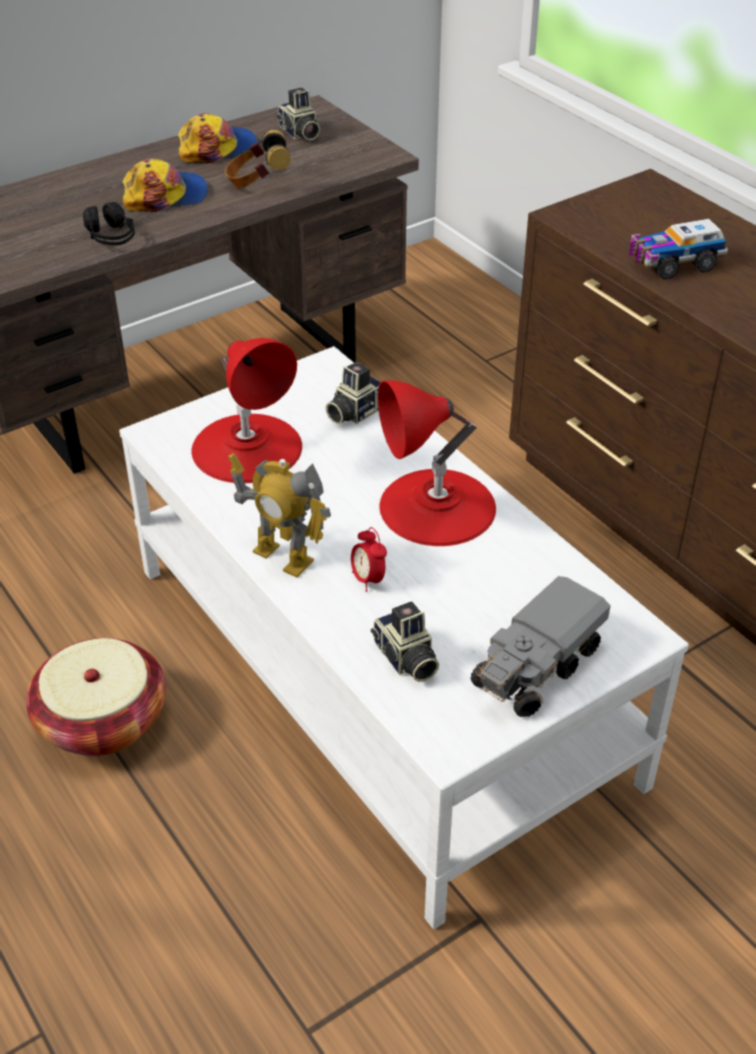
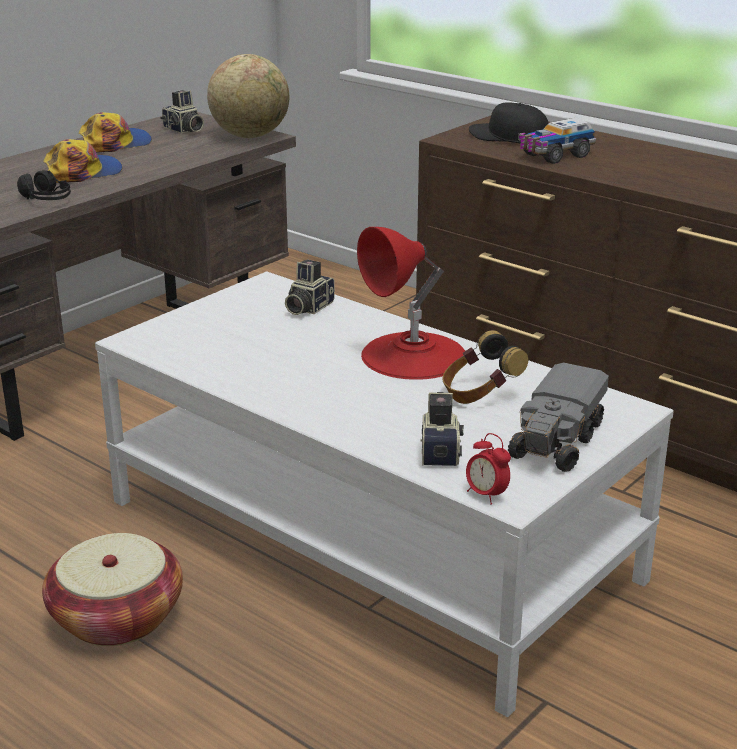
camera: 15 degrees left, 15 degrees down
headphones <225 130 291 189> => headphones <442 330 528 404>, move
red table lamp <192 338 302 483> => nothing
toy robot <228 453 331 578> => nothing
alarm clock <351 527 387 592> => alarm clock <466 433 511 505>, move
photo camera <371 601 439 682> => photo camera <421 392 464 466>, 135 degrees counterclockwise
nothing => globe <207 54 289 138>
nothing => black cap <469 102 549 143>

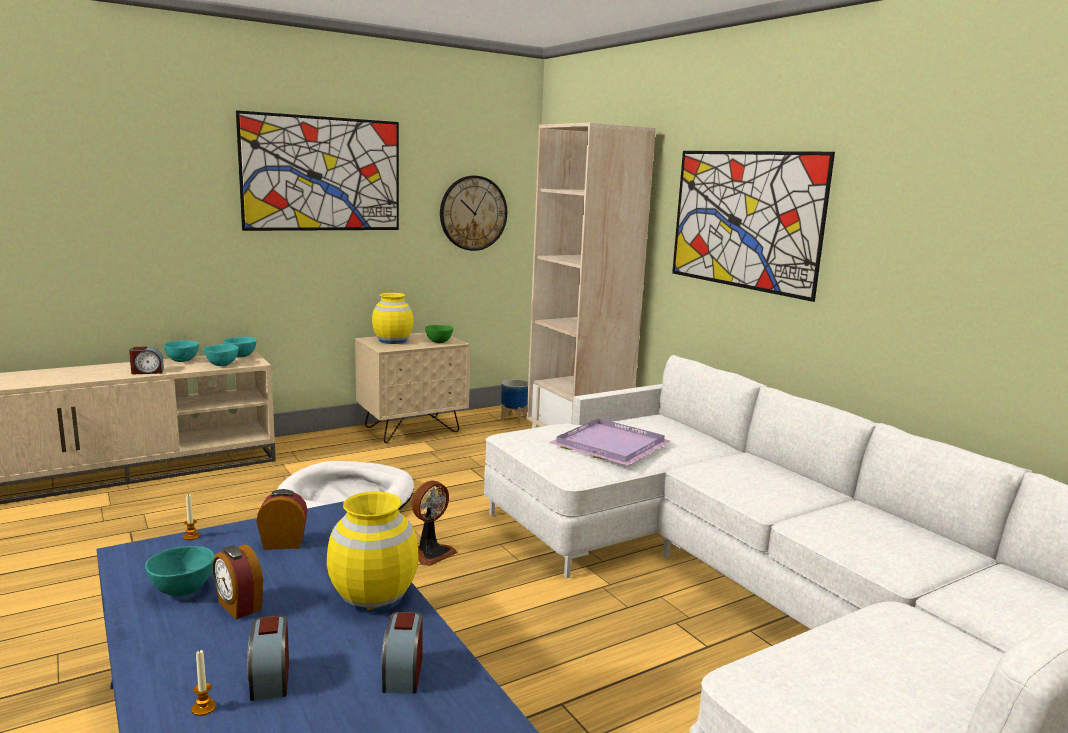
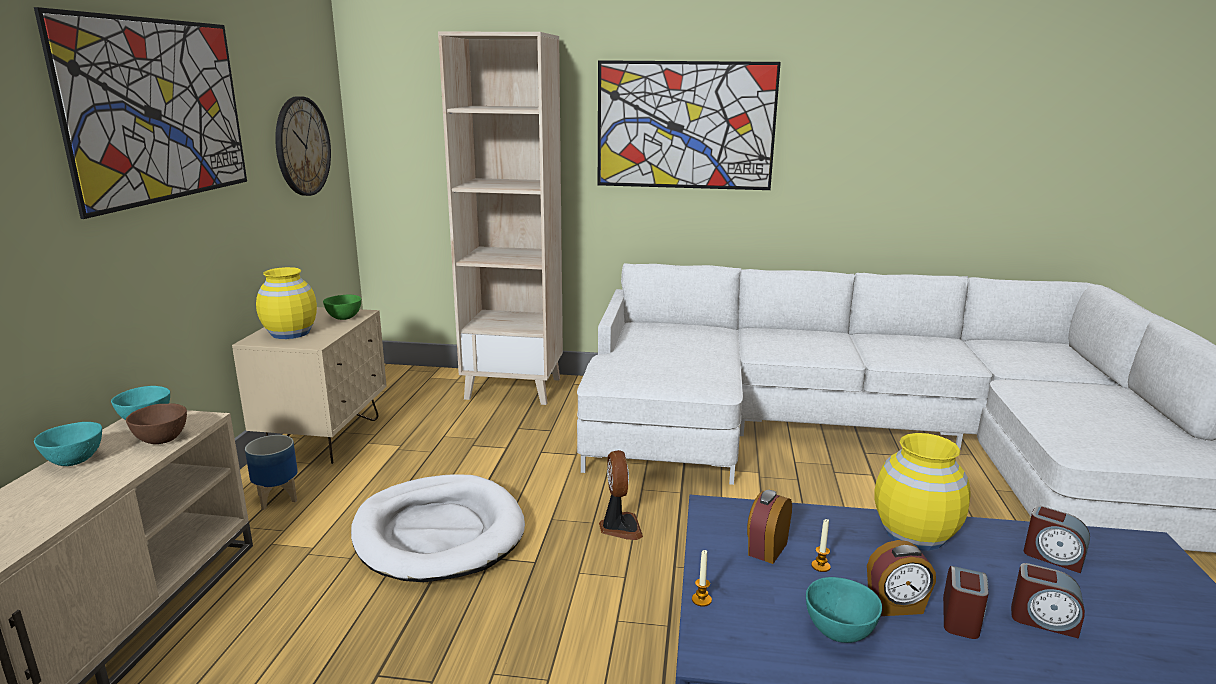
camera: 50 degrees left, 5 degrees up
turquoise bowl <204 344 239 366> => brown bowl <126 403 187 444>
alarm clock <129 346 164 374> => alarm clock <943 566 989 639>, move
planter <501 380 528 423> => planter <245 435 298 510>, move
purple tray <549 418 671 466> => nothing
candle <192 649 216 716> => candle <811 519 831 572>, move

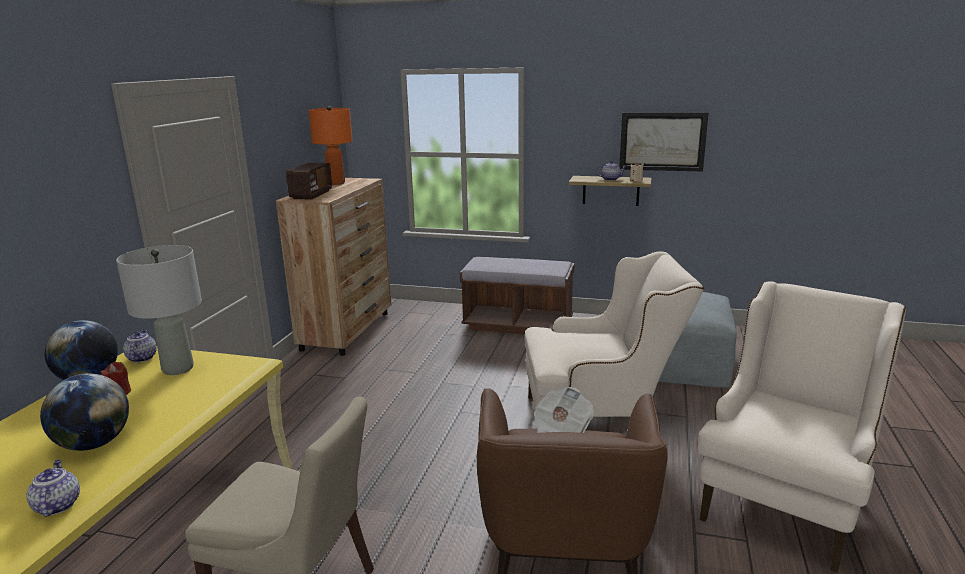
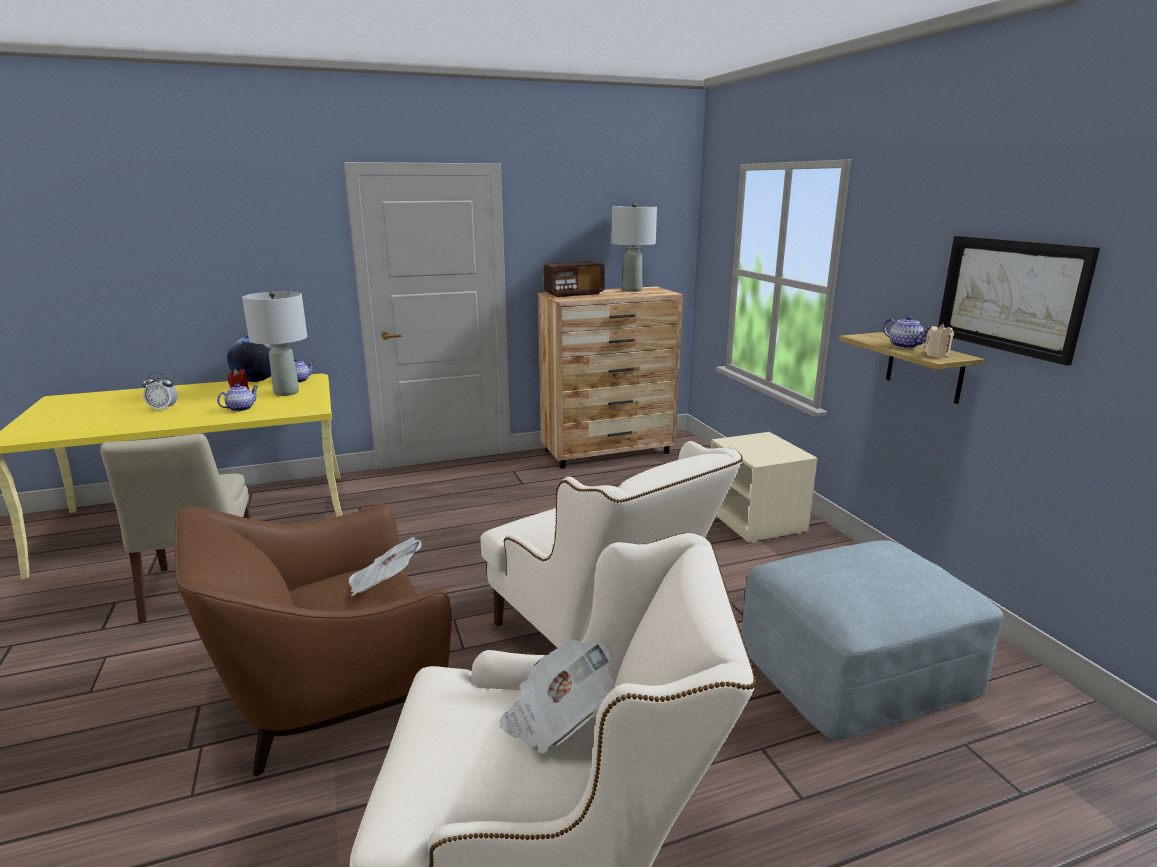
camera: 55 degrees right, 0 degrees up
orange table lamp <308 106 352 185> => grey table lamp <611 203 657 292>
brown bench <460 257 575 334> => beige nightstand <711 432 818 543>
globe <40 374 129 451> => alarm clock <142 372 178 411>
teapot <26 460 80 517> => teapot <217 384 258 412>, move
nothing => newspaper <500 640 614 754>

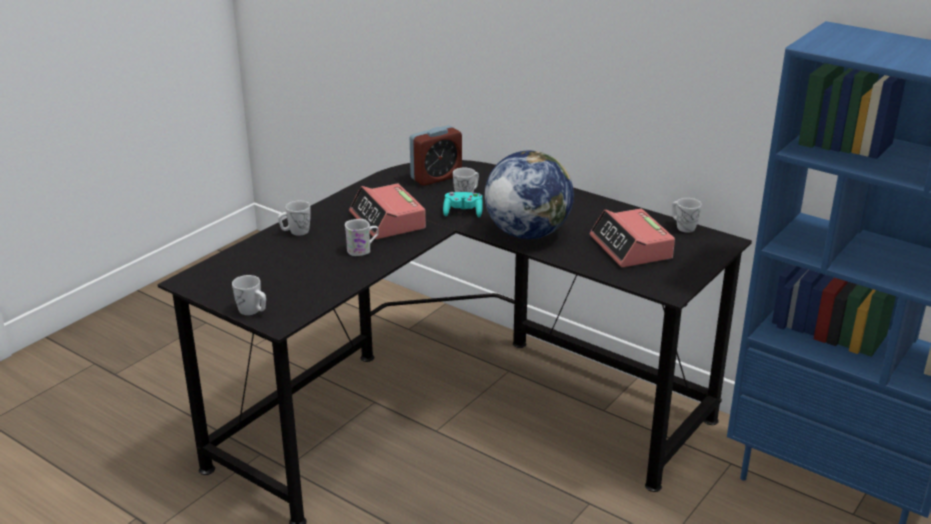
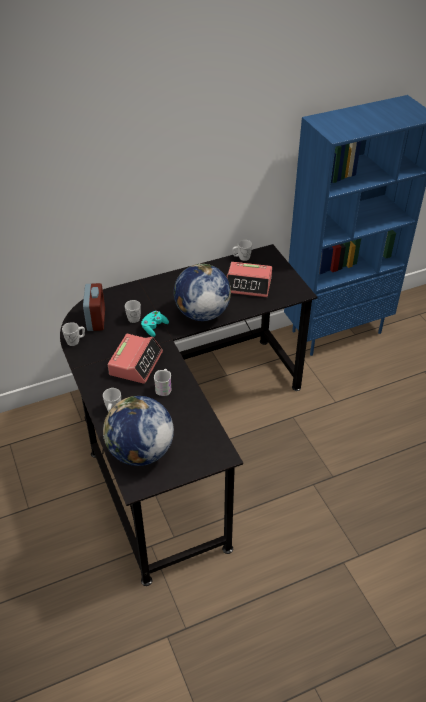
camera: 60 degrees left, 15 degrees up
alarm clock <349 183 426 239> => alarm clock <108 334 163 384>, 75 degrees counterclockwise
white mug <232 275 266 315> => white mug <62 322 85 346>, move
nothing => globe <103 396 174 466>

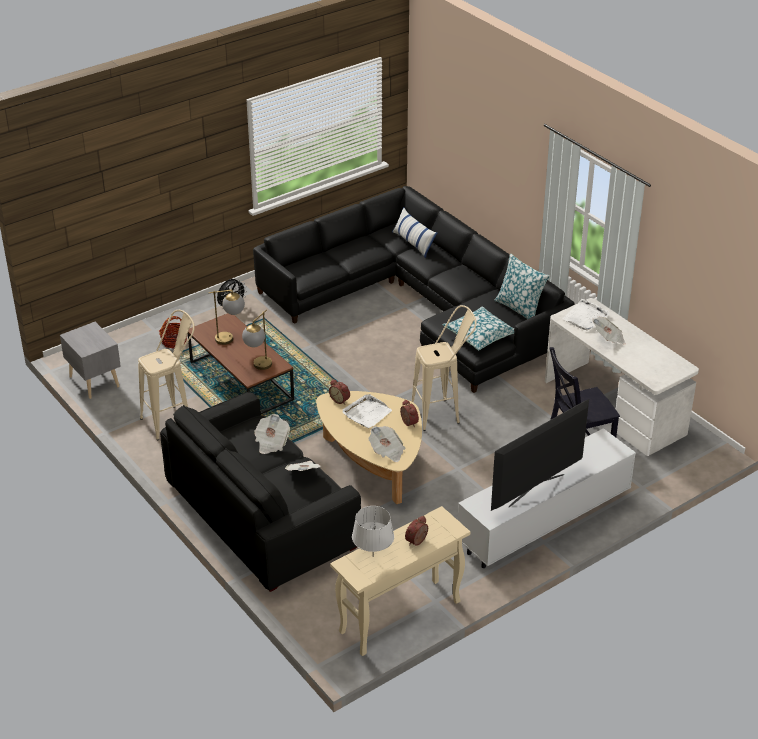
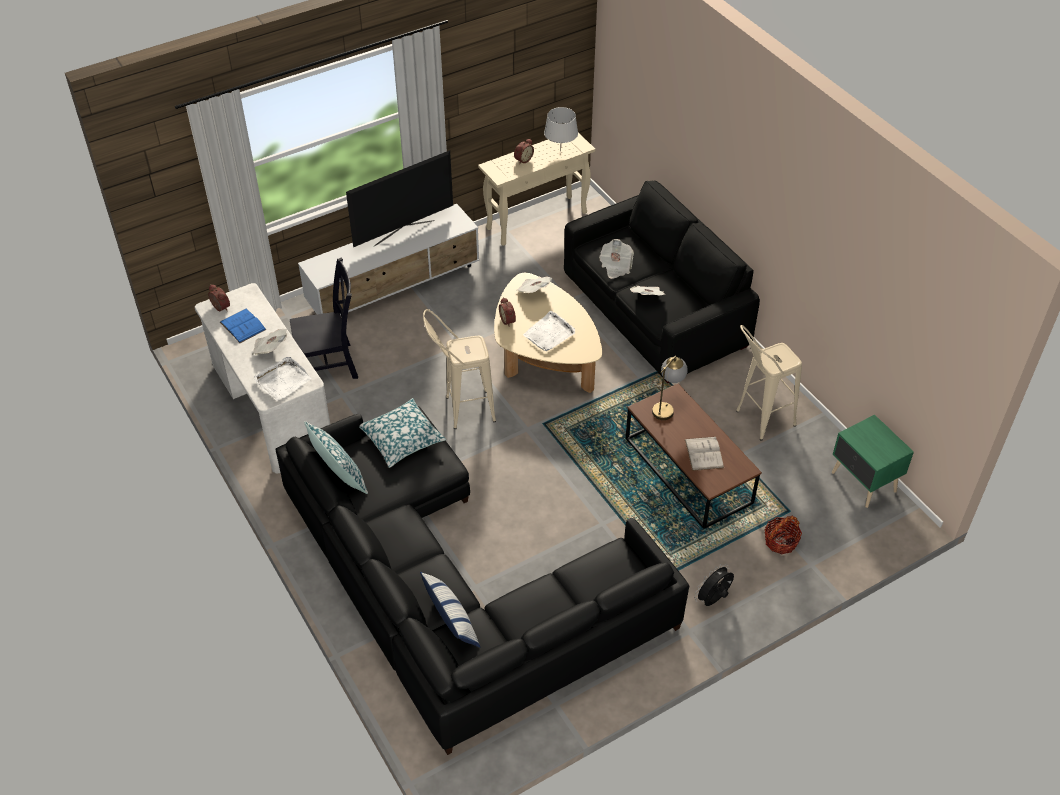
camera: 175 degrees left, 10 degrees up
table lamp <209 290 245 345> => white book <685 436 724 471>
grey nightstand <60 322 121 399> => green nightstand <832 415 914 508>
alarm clock <329 379 350 405> => alarm clock <208 284 230 311>, move
nothing => blue book <220 309 267 343>

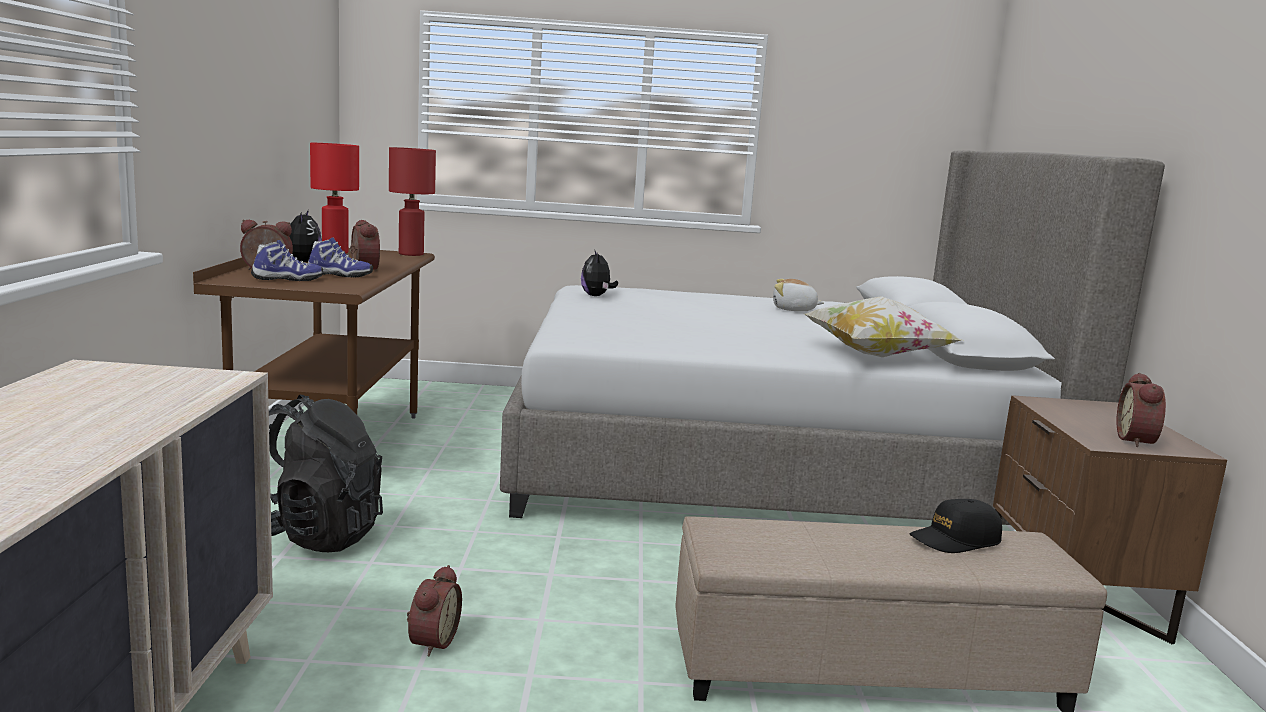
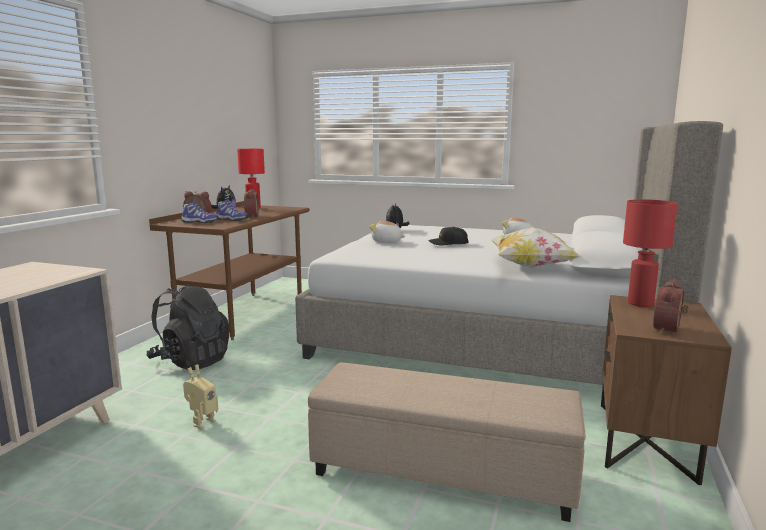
camera: 20 degrees right, 0 degrees up
red table lamp <389 147 436 256> => red table lamp <623 199 678 307>, move
black cap <910 499 1002 553> => black cap <428 227 469 245>, move
alarm clock <407 565 462 657> => toy robot <183 364 218 429>
nothing => plush toy <369 221 406 243>

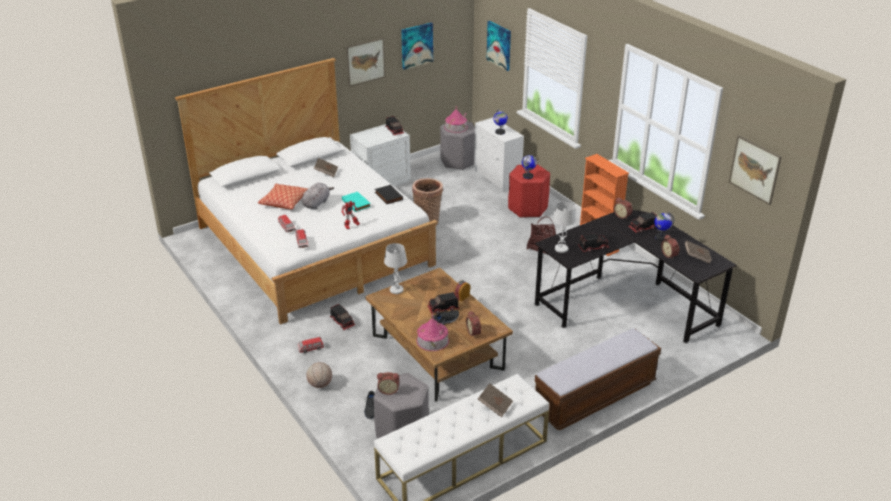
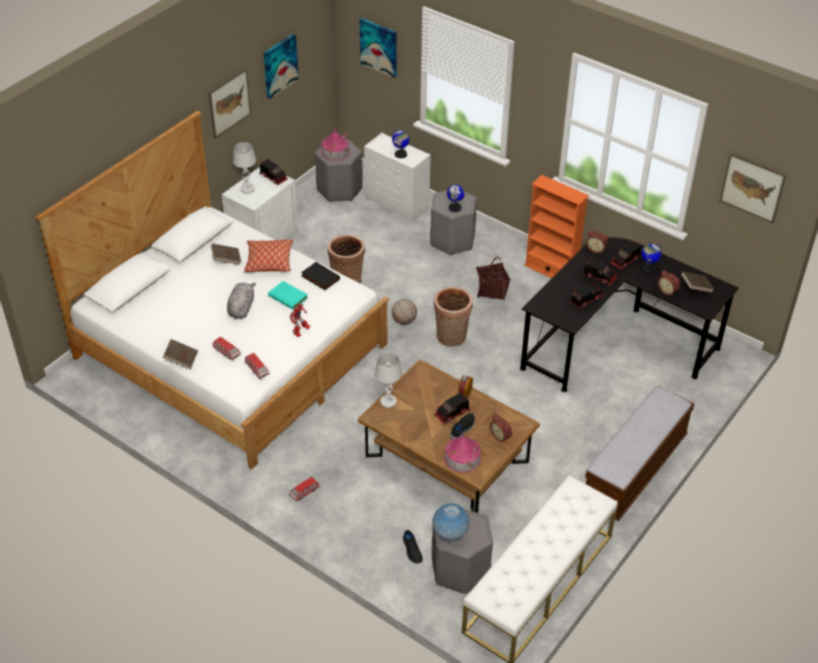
camera: 20 degrees left, 10 degrees up
red stool <508 164 550 218> => grey stool <430 190 477 256>
pillow <258 184 308 209> => pillow <244 239 293 272>, move
white table lamp <553 202 575 253> => white table lamp <233 142 256 194>, move
toy truck <330 304 355 330> => toy truck <582 258 617 286>, move
basketball <307 362 332 388> => basketball <392 299 417 324>, move
alarm clock <377 372 399 395> => globe <432 503 469 542>
brown book <478 383 513 417> => brown book <163 339 198 369>, move
nothing => basket <434 287 473 347>

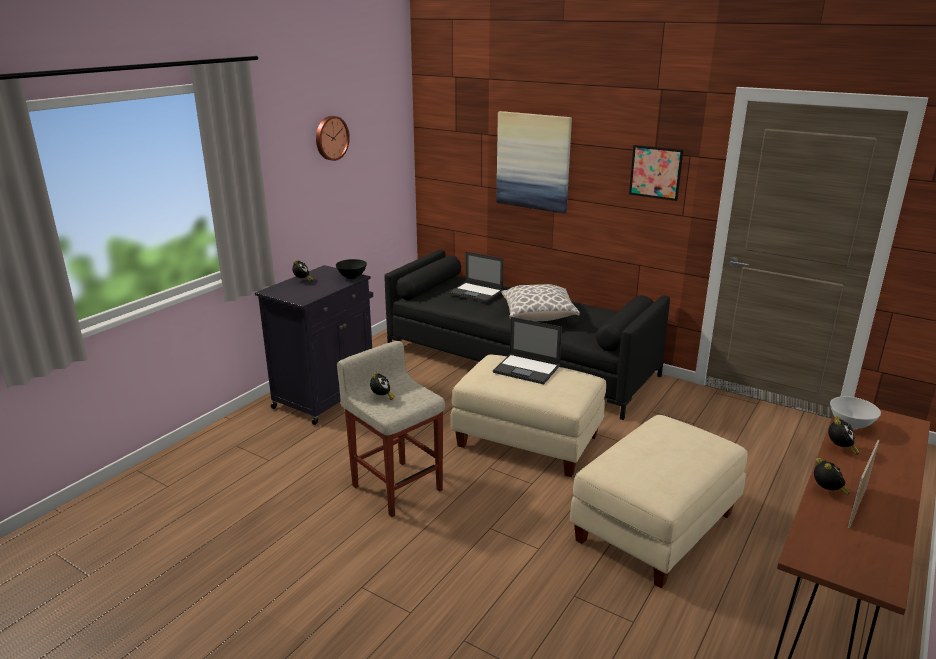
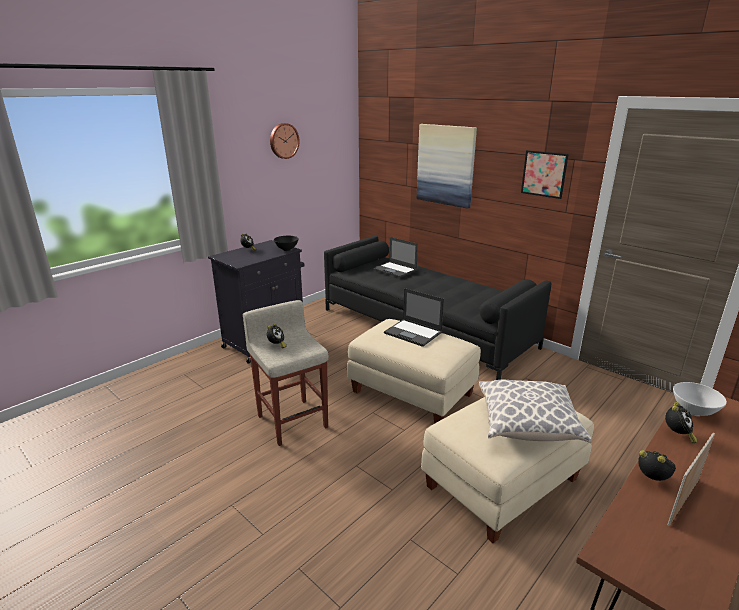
camera: 10 degrees right, 0 degrees up
pillow <502 284 580 321> => pillow <479 380 591 443>, move
alarm clock <814 458 850 495> => alarm clock <638 450 676 481>, 45 degrees counterclockwise

